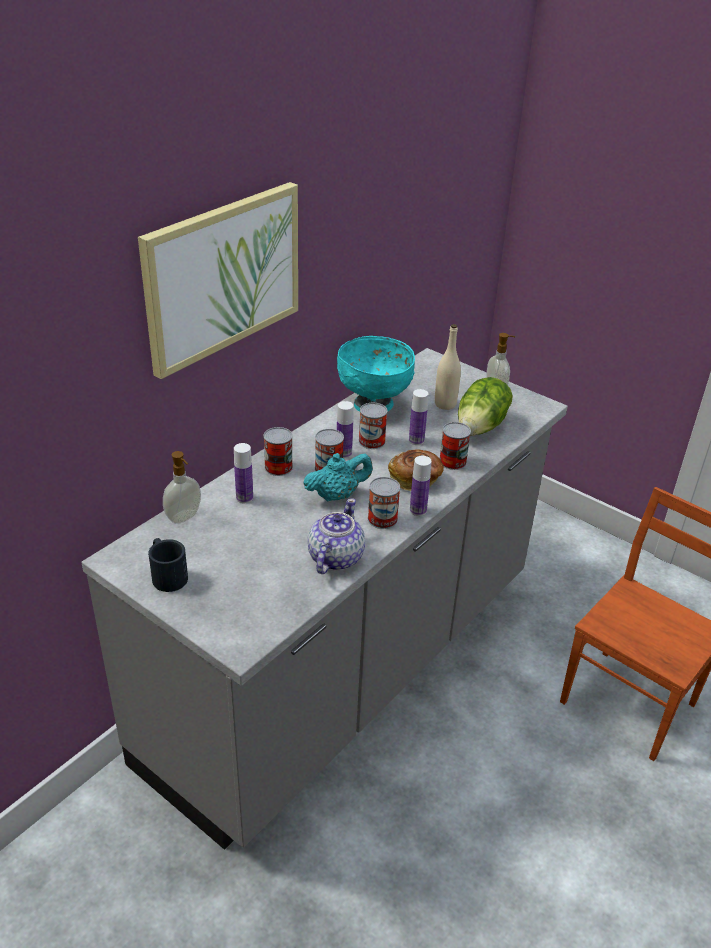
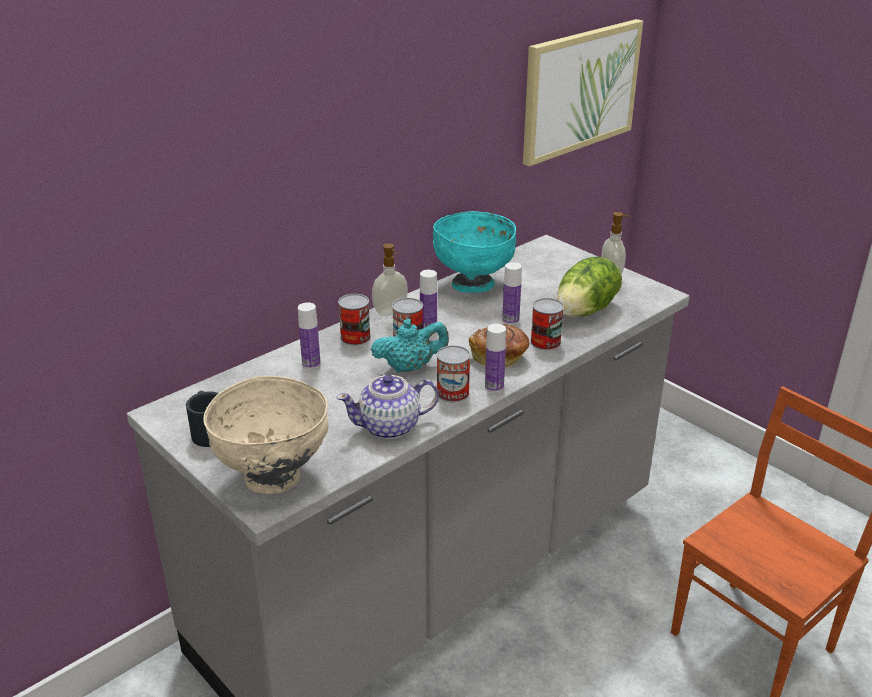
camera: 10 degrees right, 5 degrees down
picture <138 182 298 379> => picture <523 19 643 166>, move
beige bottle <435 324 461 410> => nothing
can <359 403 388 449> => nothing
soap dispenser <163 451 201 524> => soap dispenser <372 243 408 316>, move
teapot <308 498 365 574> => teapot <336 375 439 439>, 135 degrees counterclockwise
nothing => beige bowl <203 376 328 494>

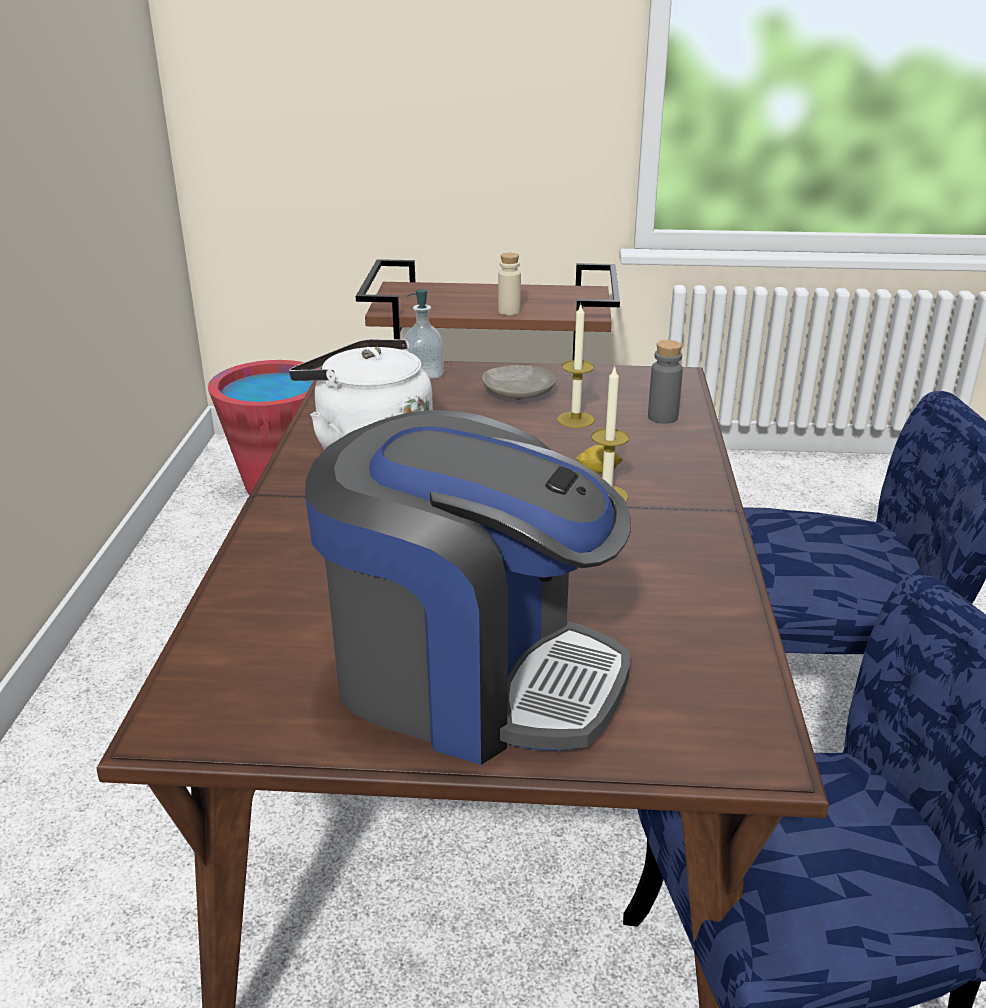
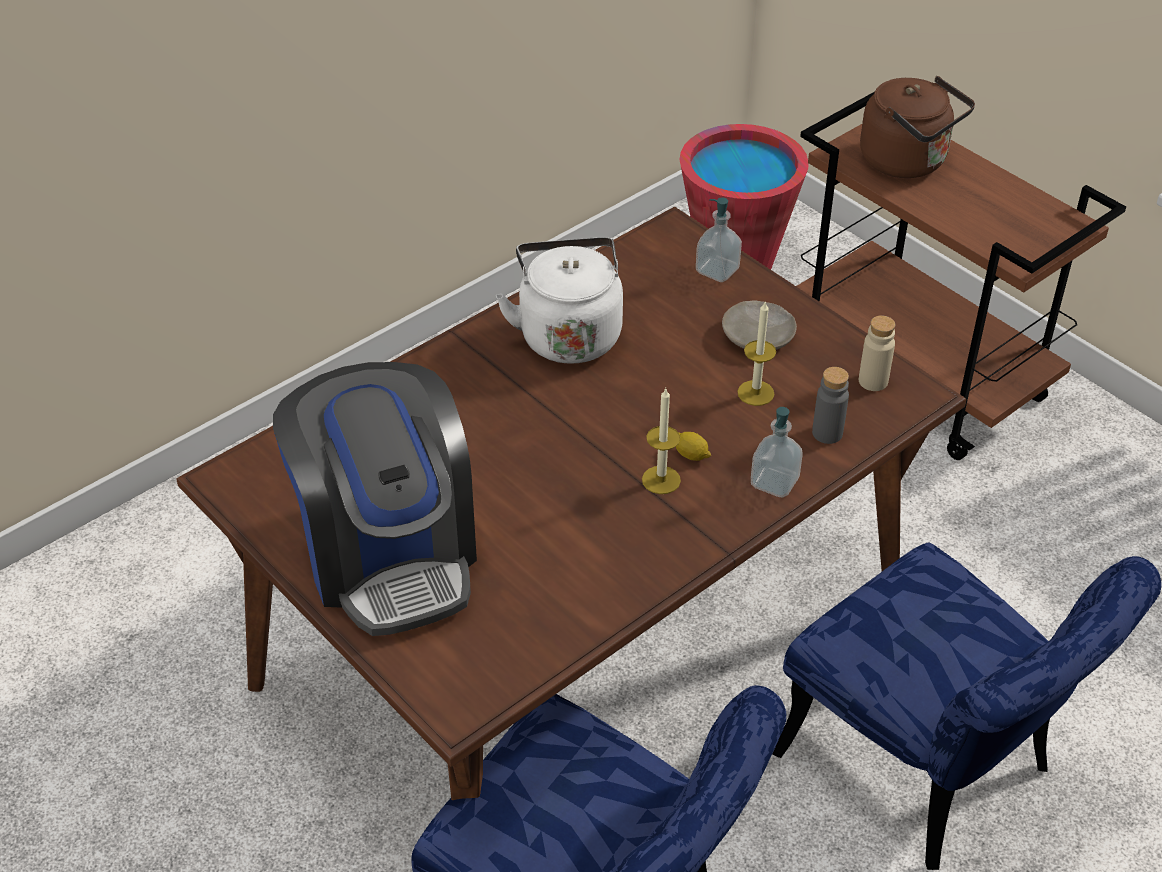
camera: 45 degrees right, 15 degrees up
beige bottle <498 253 521 315> => beige bottle <859 315 895 391>, move
nothing => brown kettle <860 76 975 178>
nothing => soap dispenser <751 407 802 498>

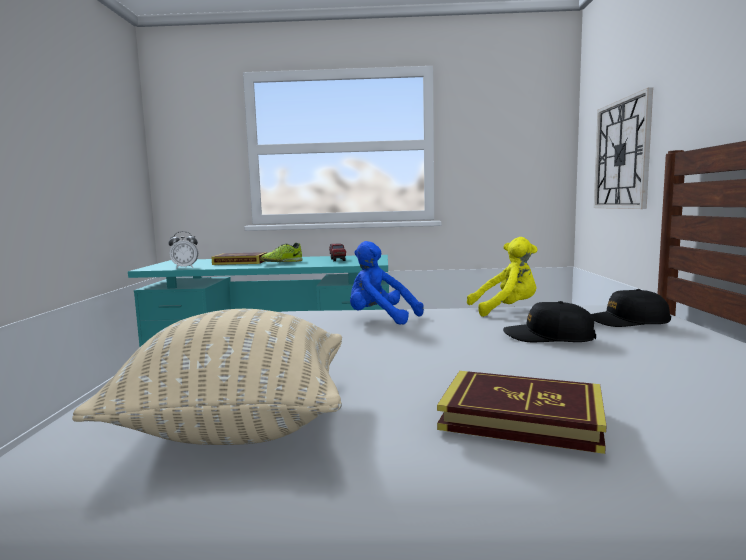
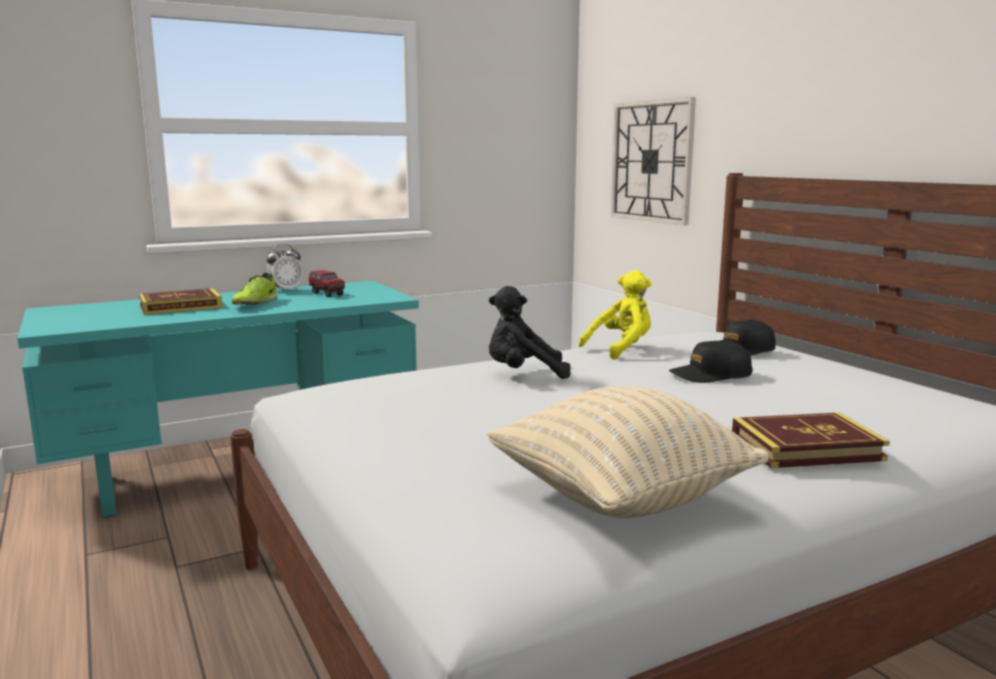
camera: 30 degrees left, 5 degrees up
alarm clock <168 231 198 269> => alarm clock <266 244 303 292>, move
blue plush toy <350 241 424 325> => black plush toy <489 286 571 379>

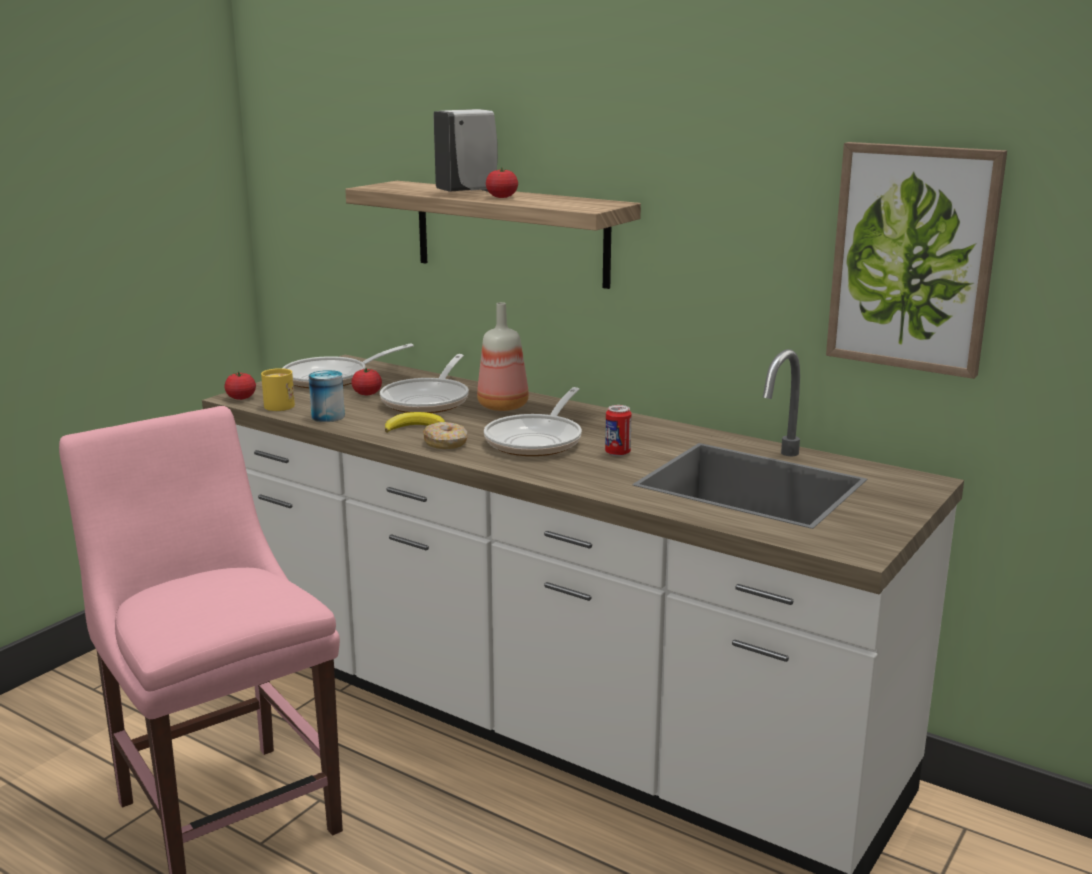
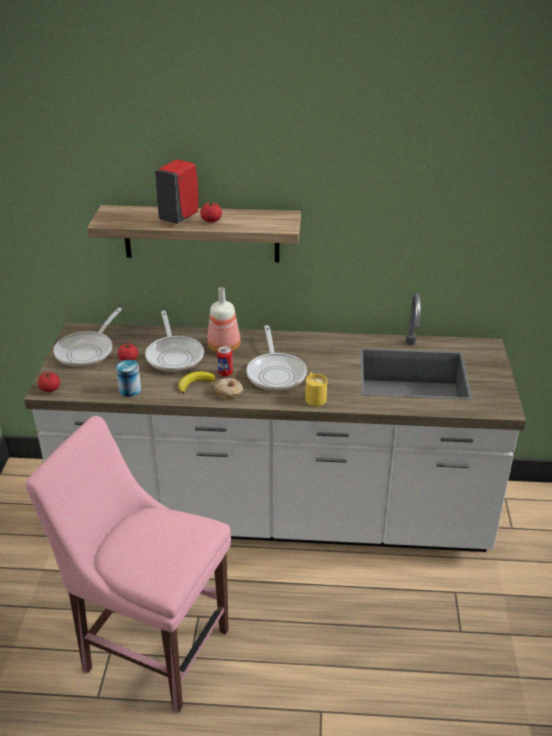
camera: 30 degrees left, 15 degrees up
white soap dispenser <434 109 498 192> => red soap dispenser <155 160 198 224>
picture <826 142 1007 379> => nothing
yellow mug <261 368 295 411> => yellow mug <305 372 327 406>, move
can <605 405 632 456> => can <217 346 233 376>, move

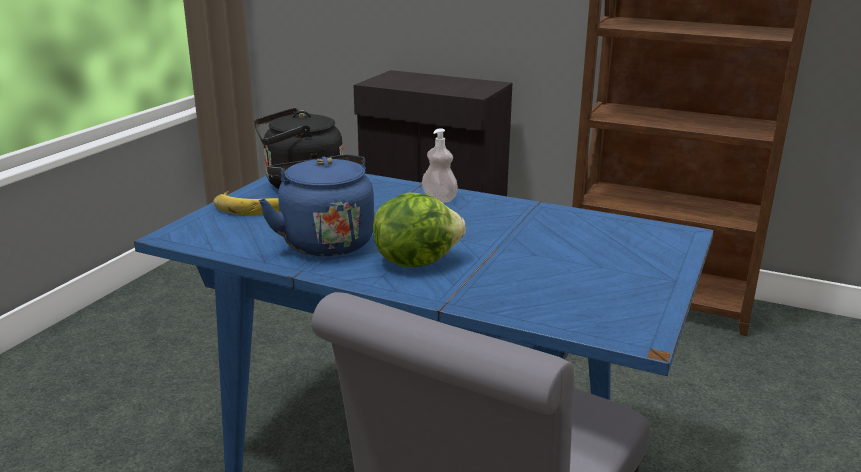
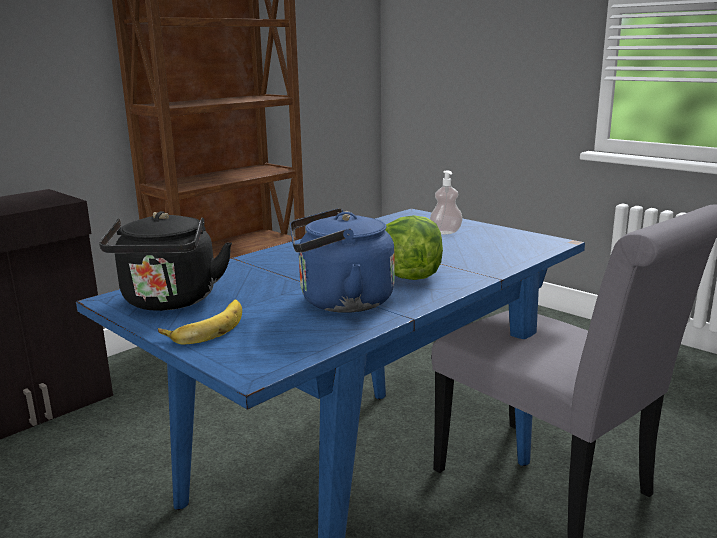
camera: 70 degrees left, 5 degrees down
soap dispenser <422 128 458 203> => soap dispenser <430 171 463 235>, move

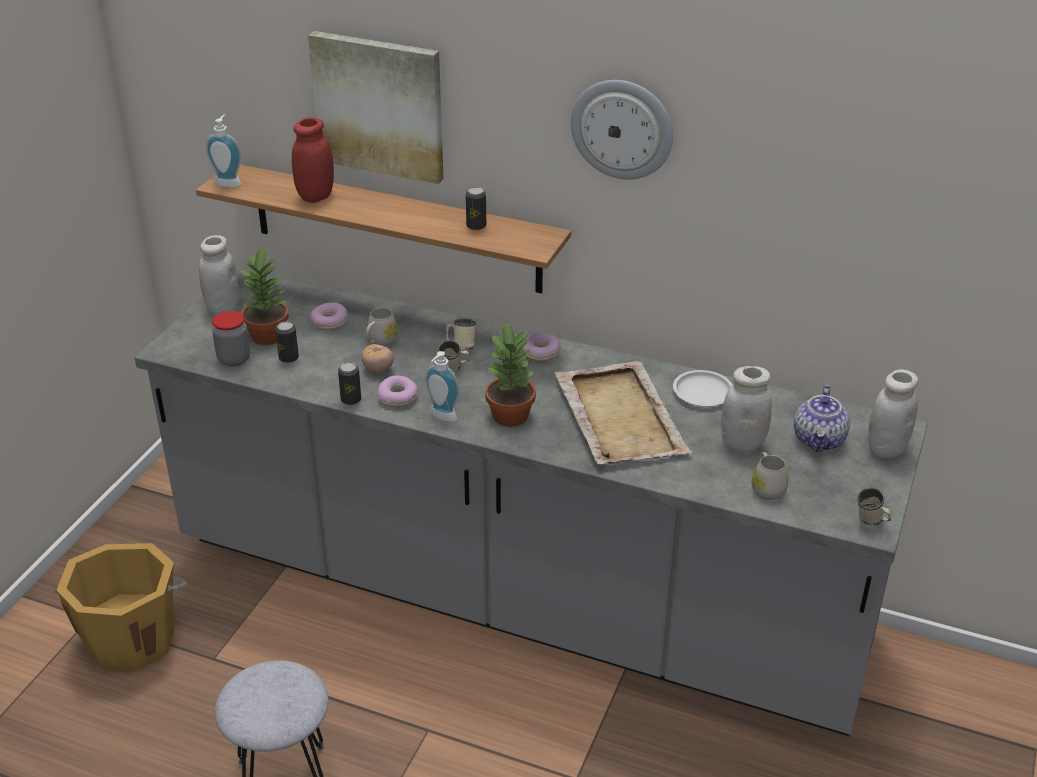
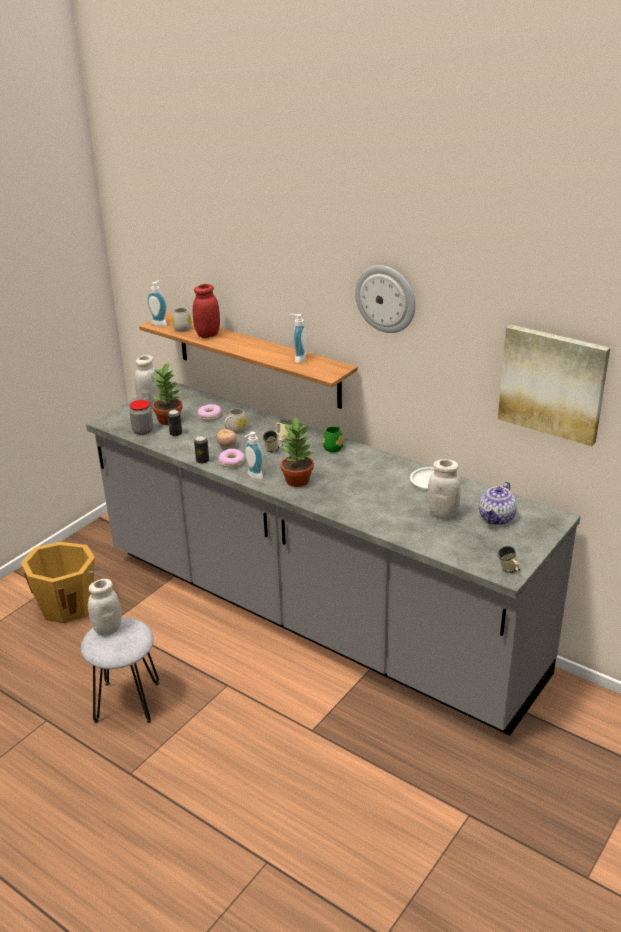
camera: 15 degrees right, 5 degrees down
picture <308 31 444 184> => picture <498 324 610 446>, move
can <466 187 486 230> => soap dispenser <289 314 306 363>
donut <522 333 561 361> => green mug <323 426 344 452>
beige tray <555 361 692 464> => nothing
white jar <868 369 918 458> => white jar <88 579 122 635>, move
white mug <752 452 788 500> => white mug <172 308 192 332>, move

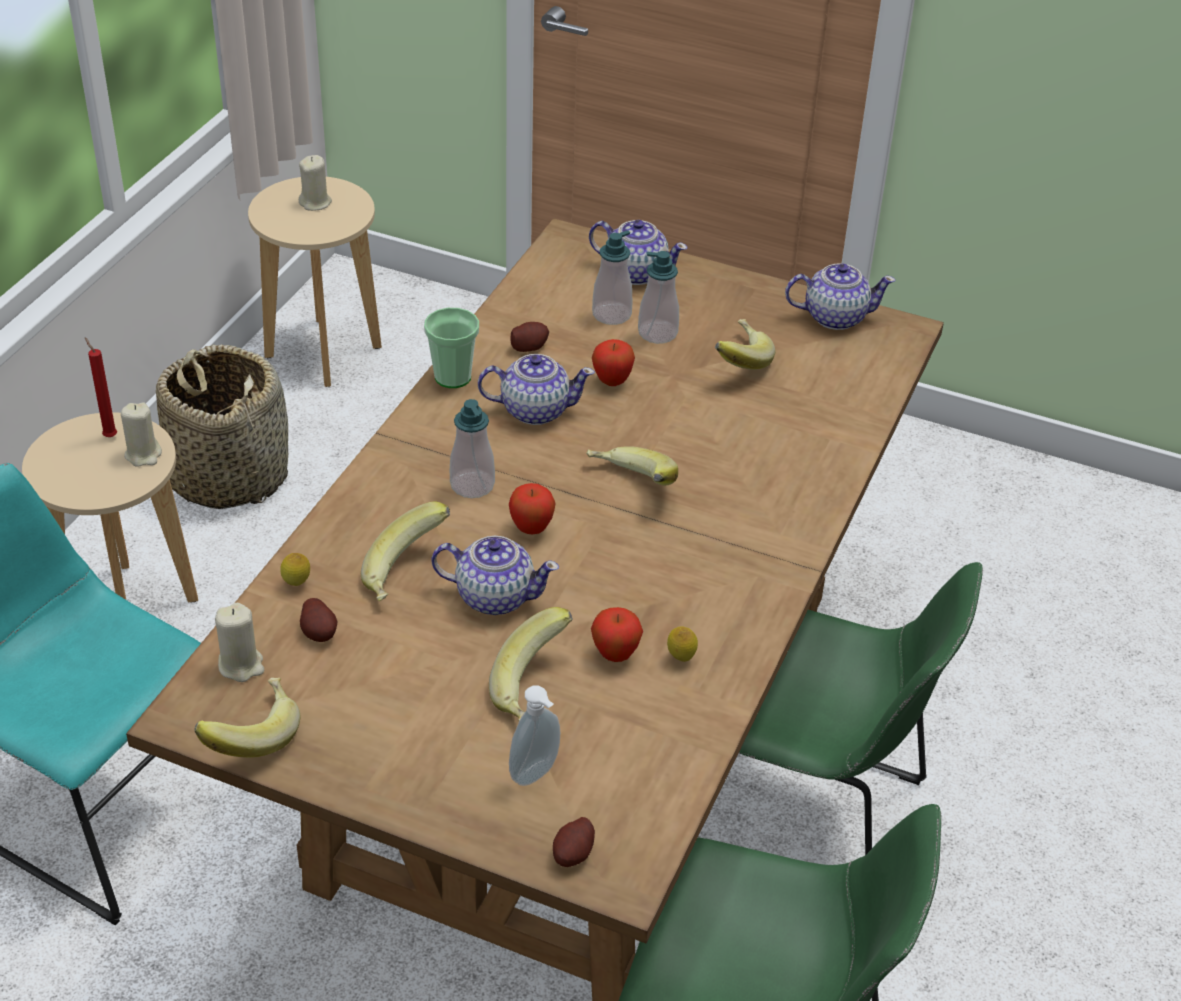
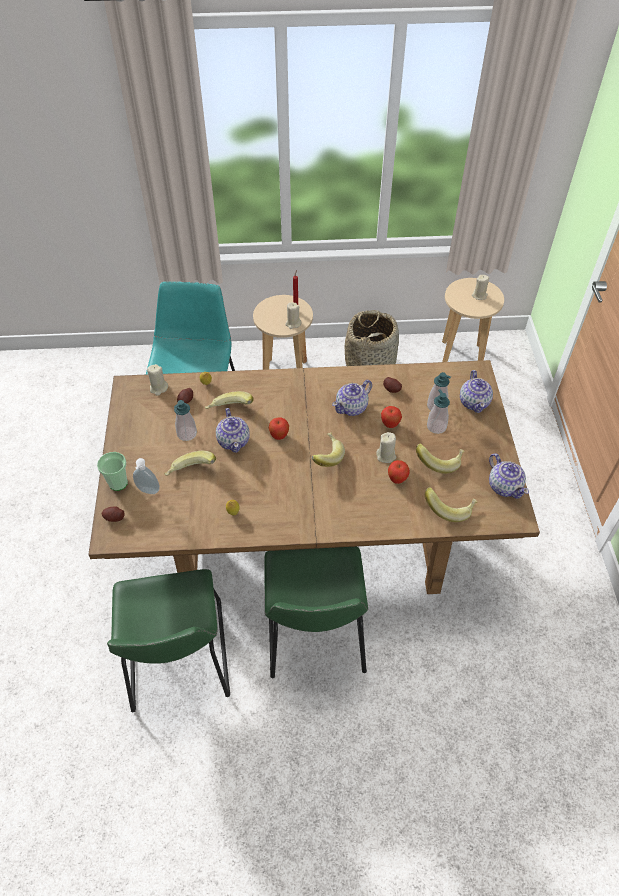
camera: 65 degrees right, 10 degrees up
cup <424 308 479 388> => cup <97 452 128 491>, move
teapot <478 354 595 425> => teapot <332 380 372 416>, 75 degrees clockwise
soap dispenser <450 399 495 498> => soap dispenser <174 400 197 441>, move
apple <591 607 643 662> => apple <388 460 410 484>, move
banana <194 678 300 758> => banana <425 487 477 522>, move
nothing => beige candle <376 432 396 463>

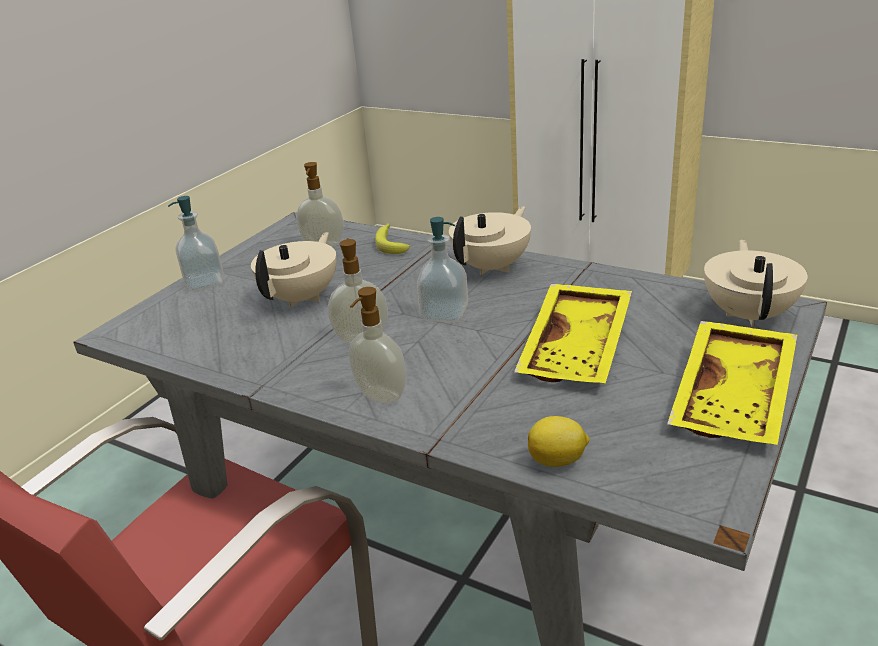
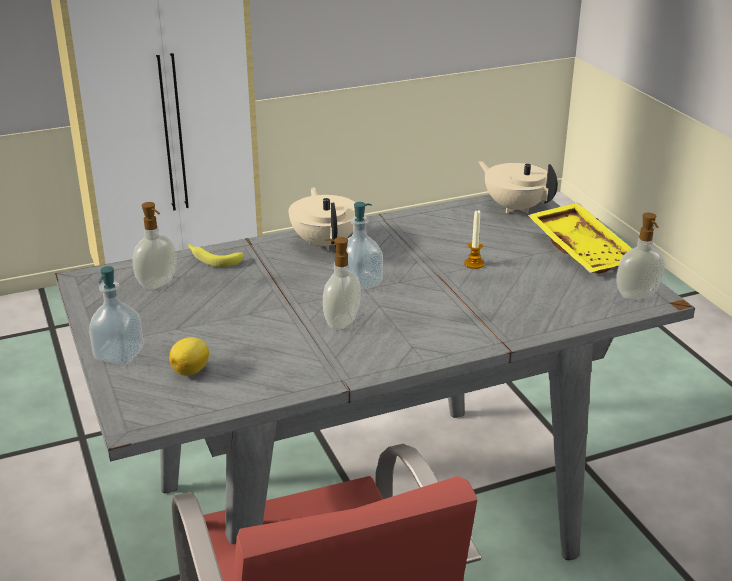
camera: 55 degrees left, 0 degrees up
beige teapot <251 232 336 308> => nothing
yellow tray <514 284 632 383> => candle <464 210 484 269>
soap dispenser <349 287 406 404> => soap dispenser <617 213 665 300>, move
lemon <528 416 589 467> => lemon <169 337 209 376>, move

